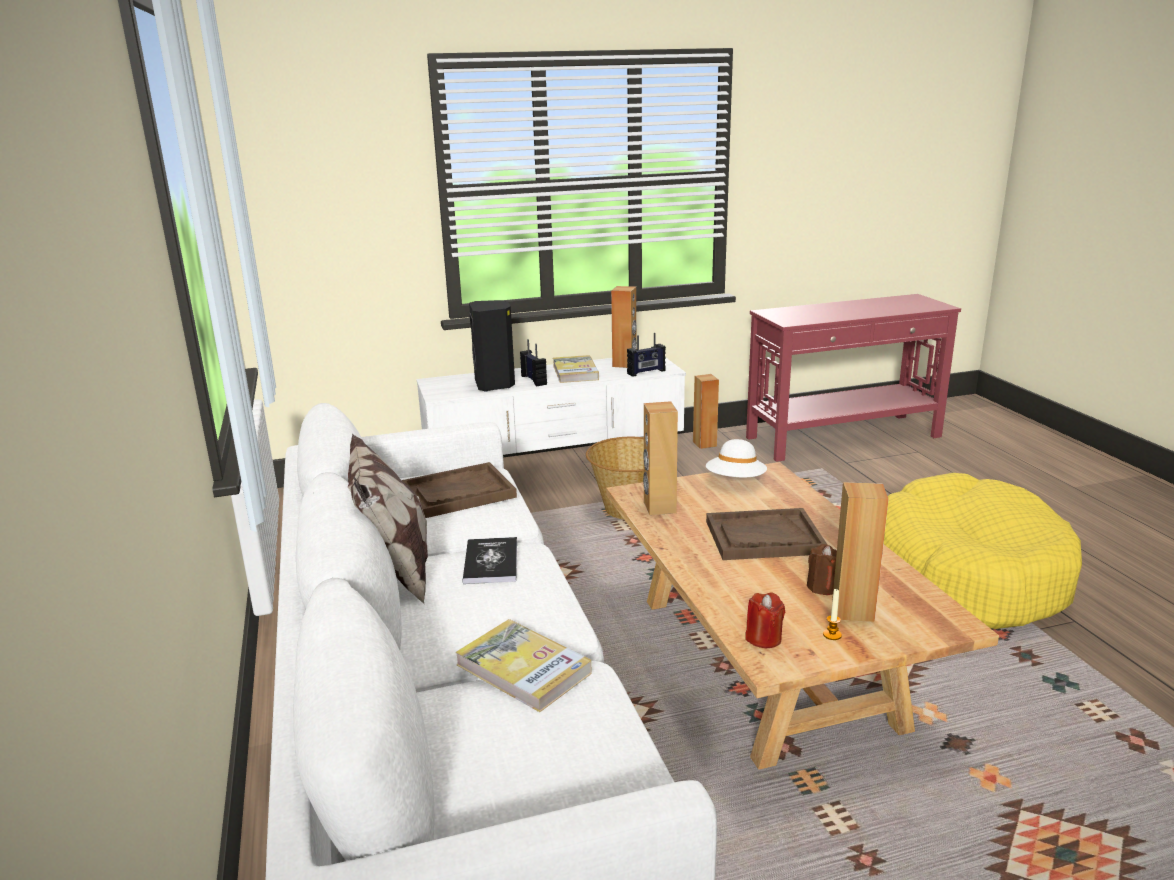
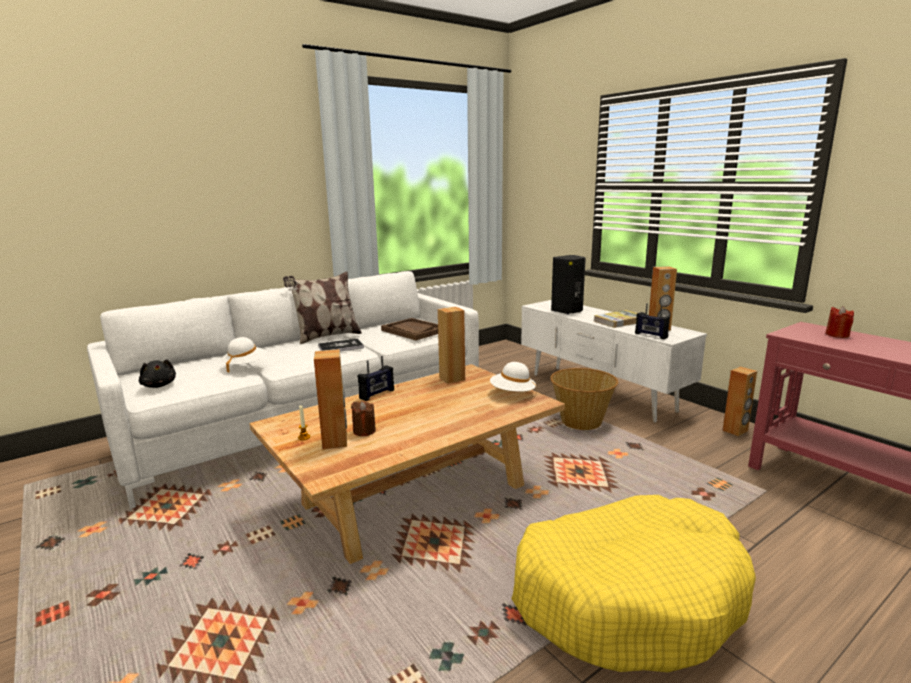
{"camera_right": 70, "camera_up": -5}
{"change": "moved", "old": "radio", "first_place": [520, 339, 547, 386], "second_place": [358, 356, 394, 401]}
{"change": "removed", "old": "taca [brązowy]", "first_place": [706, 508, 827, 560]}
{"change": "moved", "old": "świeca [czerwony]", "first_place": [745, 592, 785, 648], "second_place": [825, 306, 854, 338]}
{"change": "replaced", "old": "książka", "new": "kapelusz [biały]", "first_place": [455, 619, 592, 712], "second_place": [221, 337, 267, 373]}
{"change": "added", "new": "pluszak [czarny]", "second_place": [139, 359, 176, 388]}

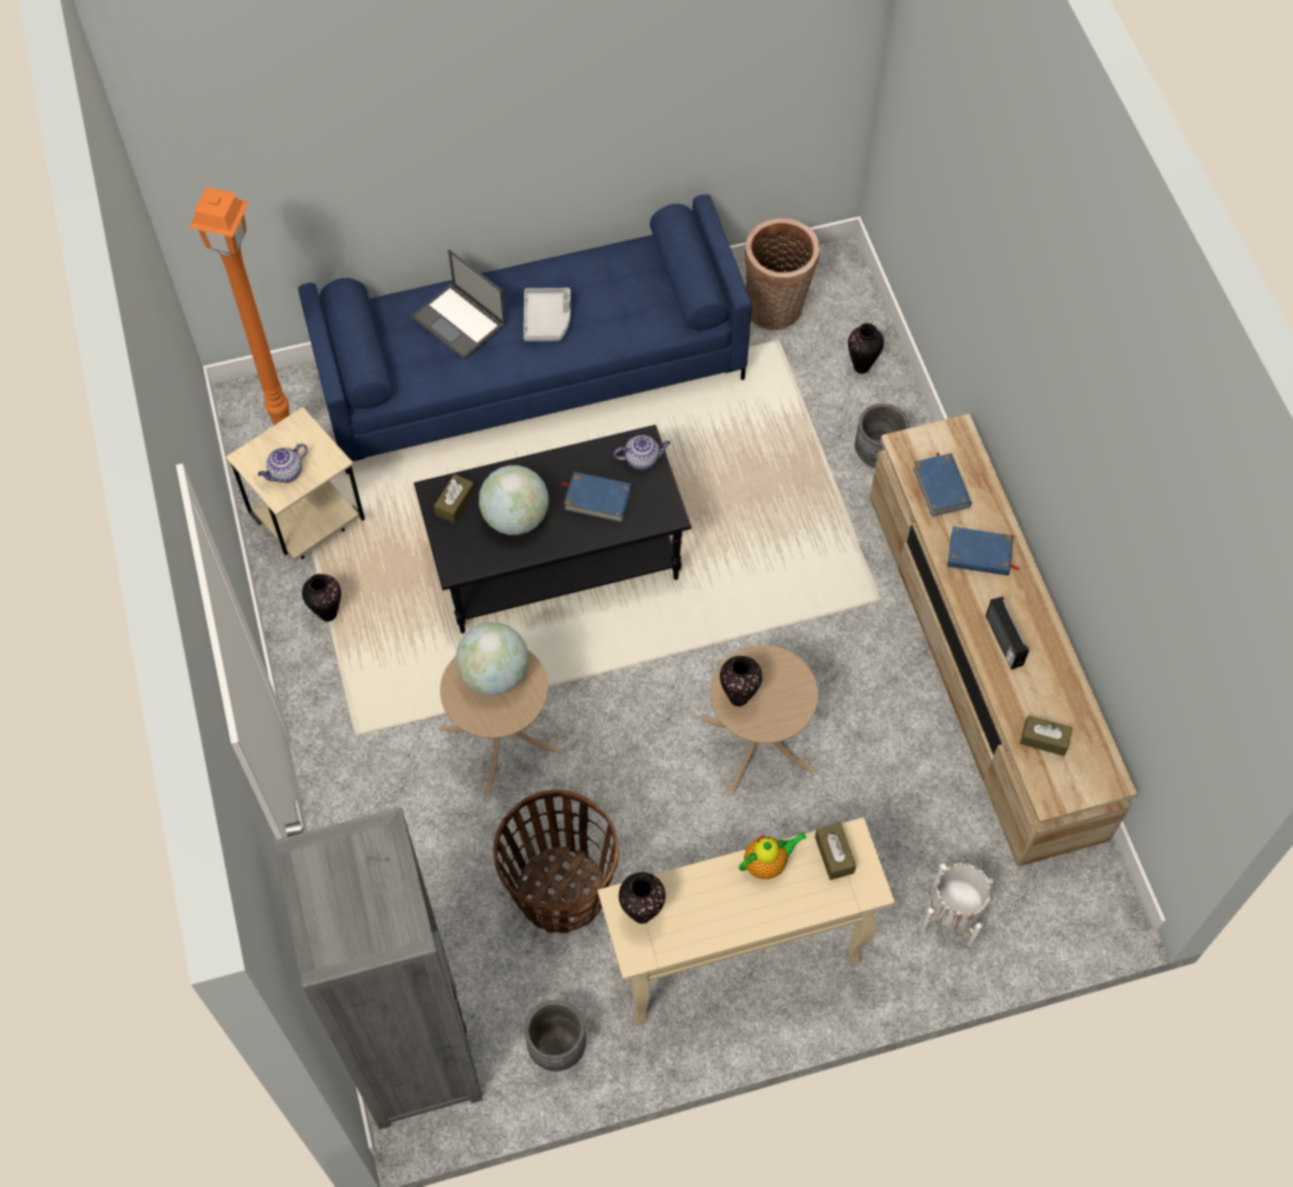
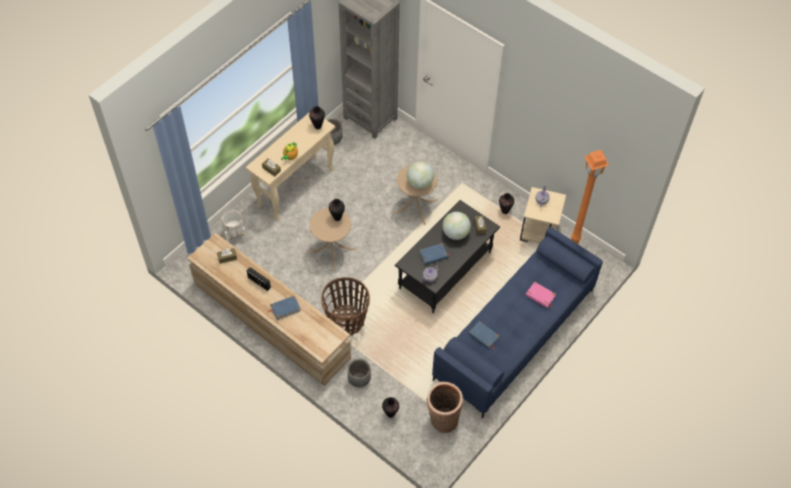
{"camera_right": 145, "camera_up": -5}
{"change": "replaced", "old": "laptop", "new": "książka [różowy]", "first_place": [411, 249, 506, 360], "second_place": [526, 282, 556, 308]}
{"change": "removed", "old": "taca [szary]", "first_place": [524, 288, 571, 341]}
{"change": "moved", "old": "książka [niebieski]", "first_place": [913, 452, 972, 517], "second_place": [468, 321, 499, 349]}
{"change": "moved", "old": "koszyk", "first_place": [493, 790, 619, 933], "second_place": [321, 277, 370, 335]}

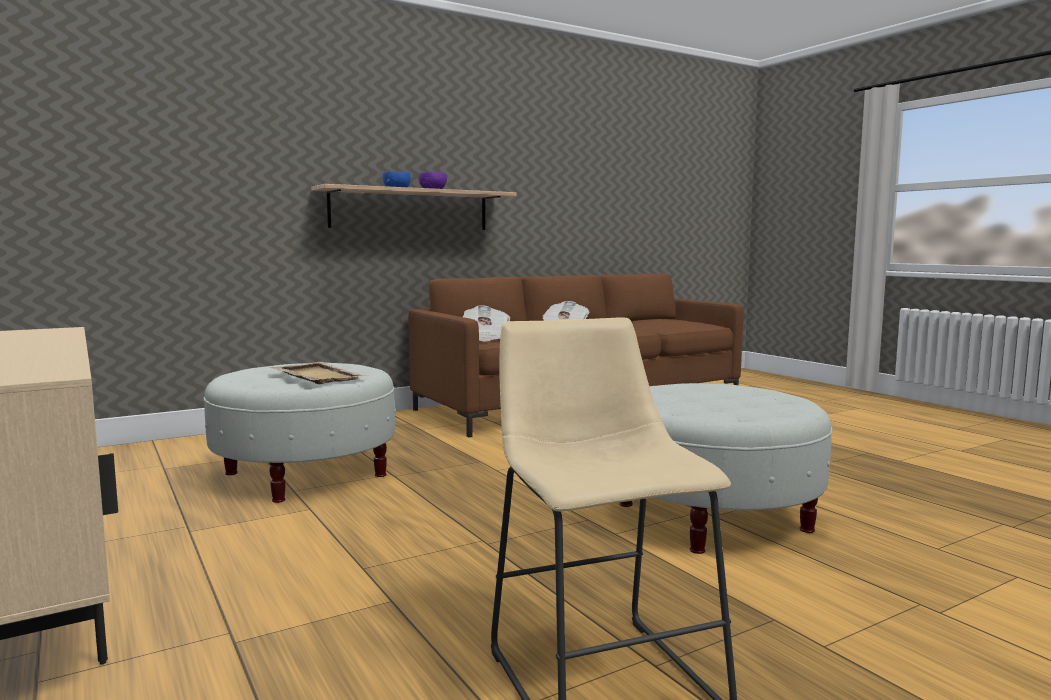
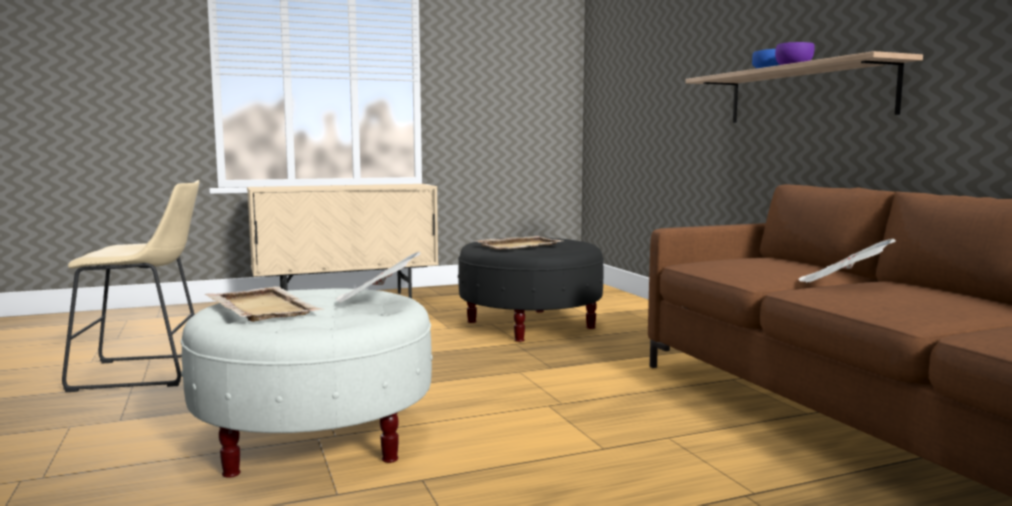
{"camera_right": 100, "camera_up": 0}
{"change": "moved", "old": "gazeta", "first_place": [463, 305, 510, 341], "second_place": [336, 252, 420, 302]}
{"change": "recoloured", "old": "pufa [biały]", "new": "pufa [czarny]", "first_place": [204, 363, 396, 503], "second_place": [458, 237, 604, 342]}
{"change": "added", "new": "taca [beżowy]", "second_place": [205, 286, 324, 322]}

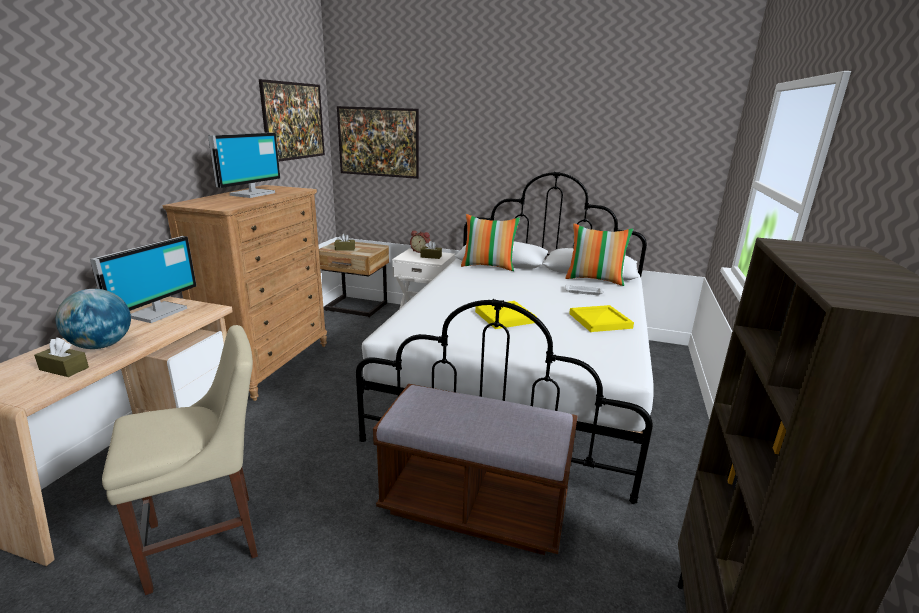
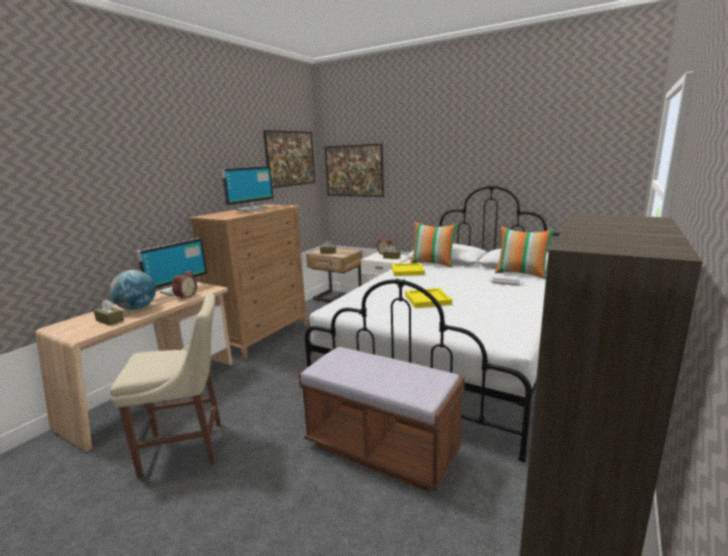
{"camera_right": 15, "camera_up": -5}
{"change": "moved", "old": "taca [żółty]", "first_place": [569, 305, 634, 332], "second_place": [392, 263, 425, 276]}
{"change": "added", "new": "budzik", "second_place": [172, 270, 197, 300]}

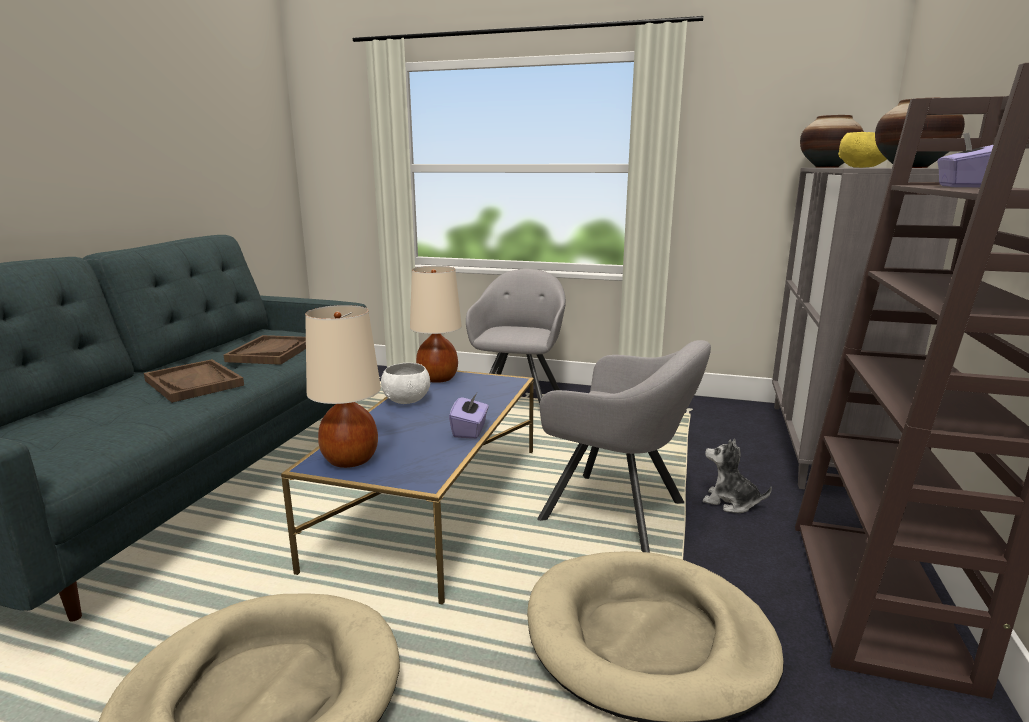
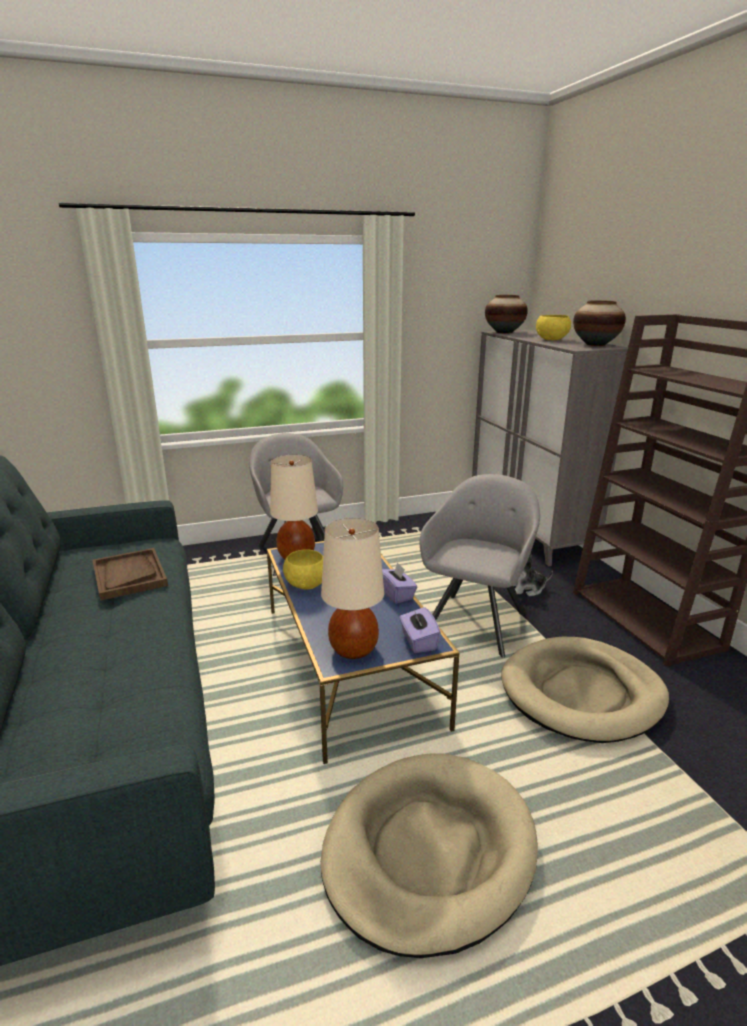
{"camera_right": -35, "camera_up": 5}
{"change": "moved", "old": "pudełko chusteczek [fioletowy]", "first_place": [937, 133, 993, 187], "second_place": [399, 607, 441, 653]}
{"change": "turned", "old": "fotel [szary]", "first_place": [537, 340, 711, 552], "second_place": [419, 474, 540, 658], "degrees": -60}
{"change": "removed", "old": "taca [brązowy]", "first_place": [144, 359, 244, 403]}
{"change": "recoloured", "old": "miska [biały]", "new": "miska [żółty]", "first_place": [381, 363, 430, 404], "second_place": [283, 549, 323, 589]}

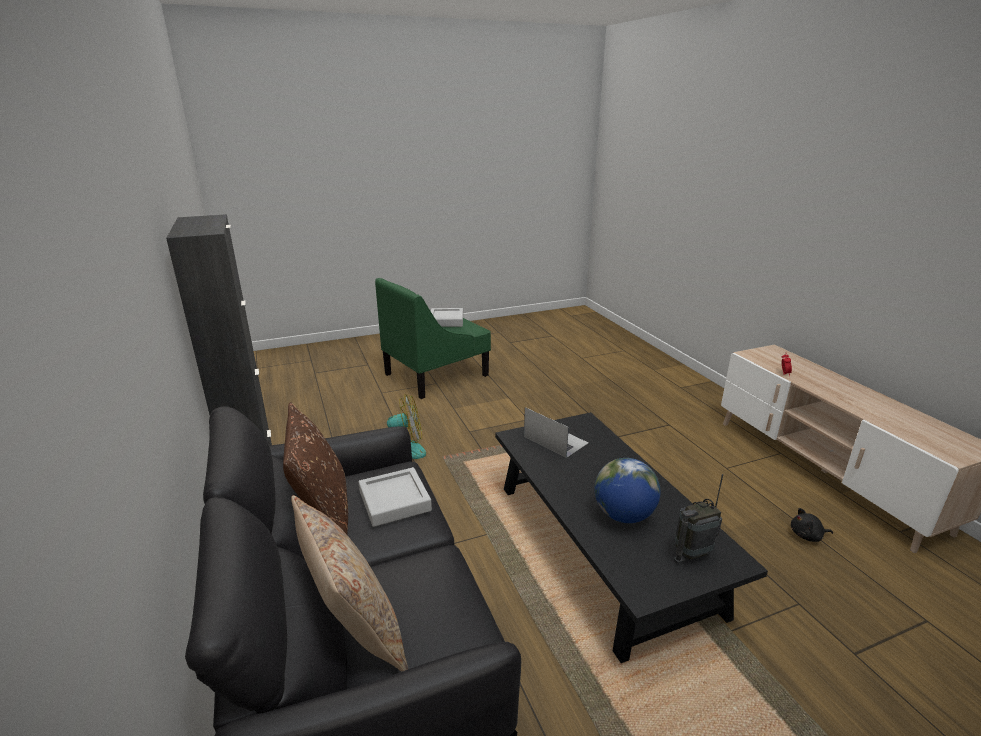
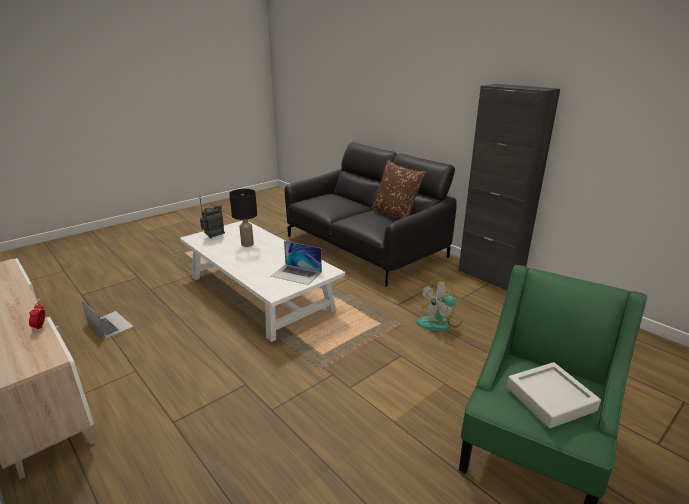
{"camera_right": 160, "camera_up": 0}
{"change": "recoloured", "old": "ława [czarny]", "new": "ława [biały]", "first_place": [495, 412, 768, 663], "second_place": [180, 220, 345, 342]}
{"change": "replaced", "old": "globus", "new": "lampa stołowa [czarny]", "first_place": [595, 458, 660, 523], "second_place": [229, 189, 257, 247]}
{"change": "removed", "old": "taca [szary]", "first_place": [359, 467, 432, 527]}
{"change": "removed", "old": "poduszka [beżowy]", "first_place": [291, 495, 408, 672]}
{"change": "replaced", "old": "pluszak [czarny]", "new": "laptop", "first_place": [791, 508, 833, 542], "second_place": [82, 301, 134, 339]}

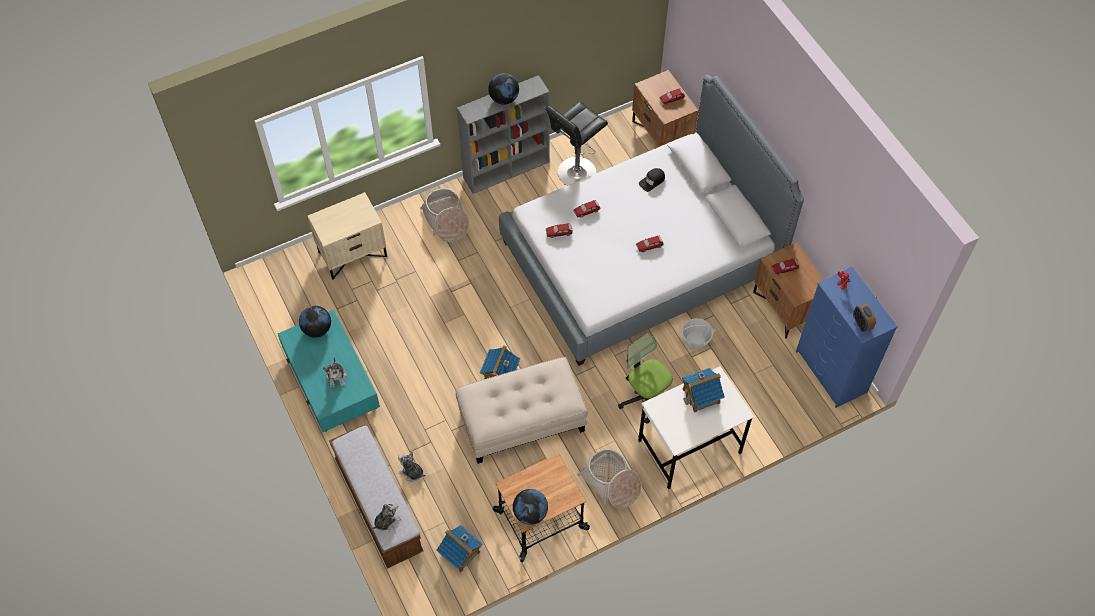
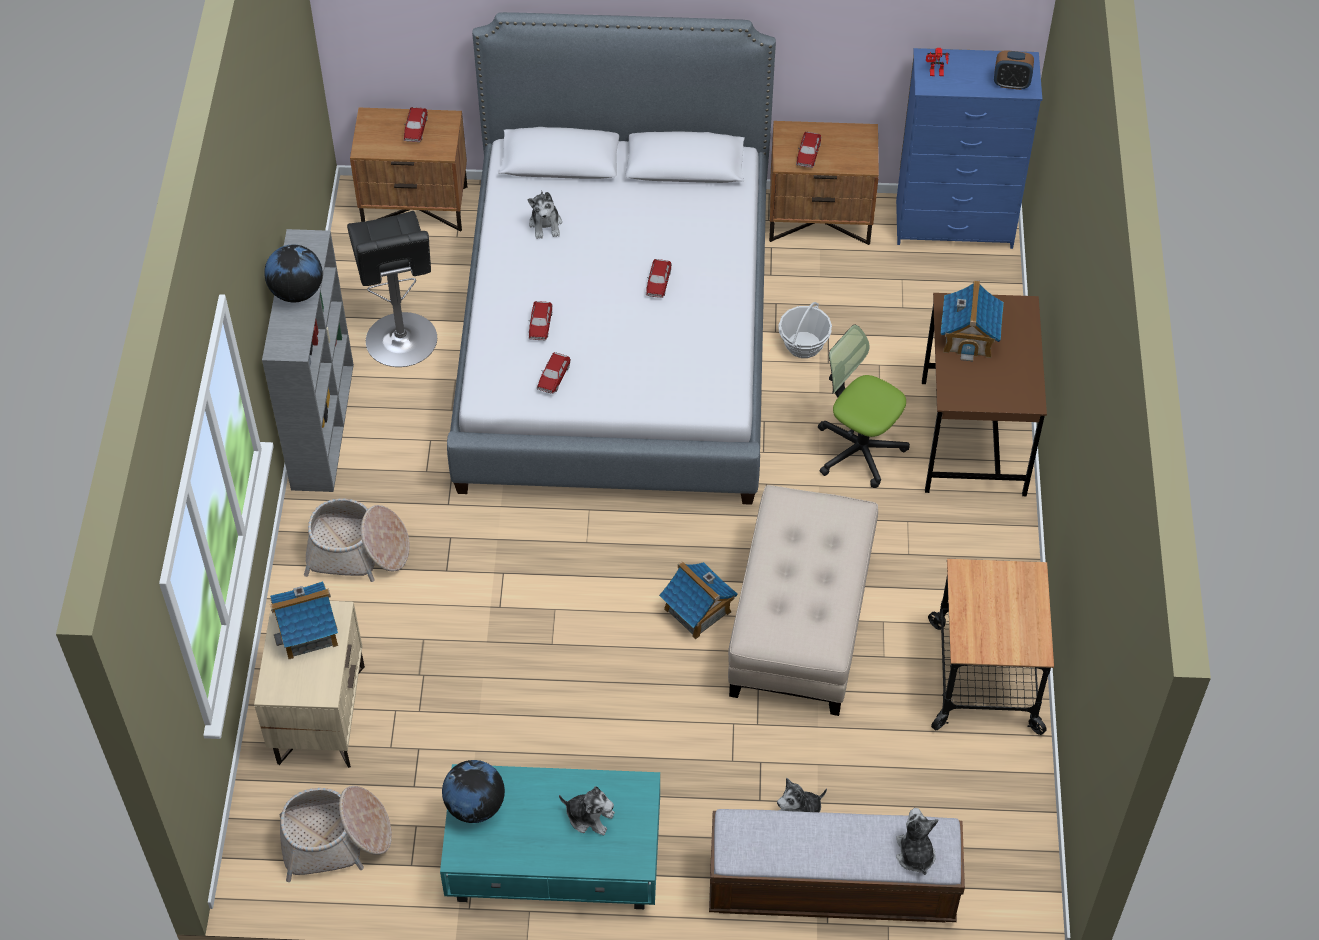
{"camera_right": -60, "camera_up": -5}
{"change": "replaced", "old": "czapka z daszkiem [czarny]", "new": "pluszak", "first_place": [639, 168, 665, 192], "second_place": [527, 191, 562, 239]}
{"change": "turned", "old": "krzesło biurowe", "first_place": [618, 333, 673, 423], "second_place": [818, 325, 910, 488], "degrees": 45}
{"change": "recoloured", "old": "biurko [biały]", "new": "biurko [brązowy]", "first_place": [638, 366, 754, 489], "second_place": [922, 293, 1047, 496]}
{"change": "moved", "old": "koszyk", "first_place": [578, 449, 642, 509], "second_place": [280, 786, 392, 882]}
{"change": "removed", "old": "globus", "first_place": [513, 489, 548, 525]}
{"change": "moved", "old": "domek", "first_place": [436, 525, 483, 572], "second_place": [270, 581, 338, 659]}

